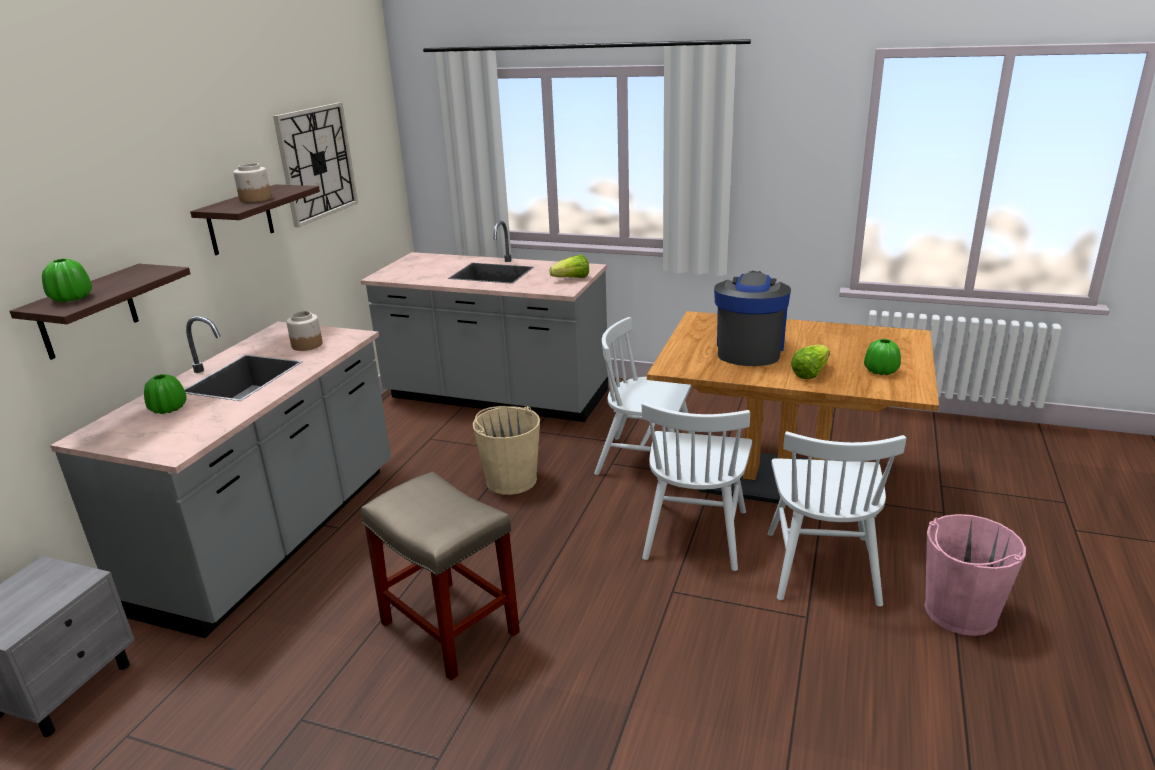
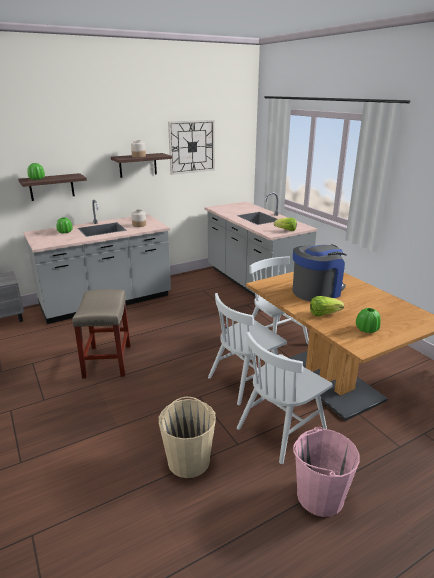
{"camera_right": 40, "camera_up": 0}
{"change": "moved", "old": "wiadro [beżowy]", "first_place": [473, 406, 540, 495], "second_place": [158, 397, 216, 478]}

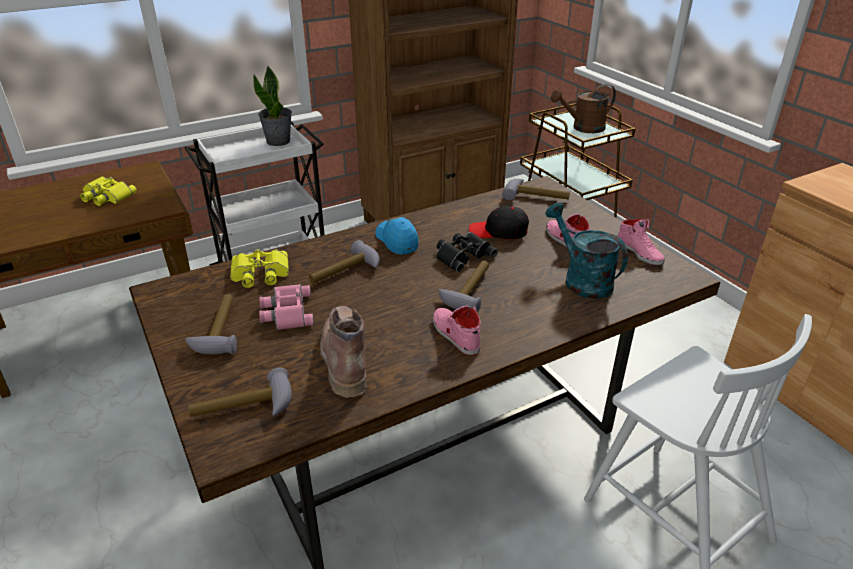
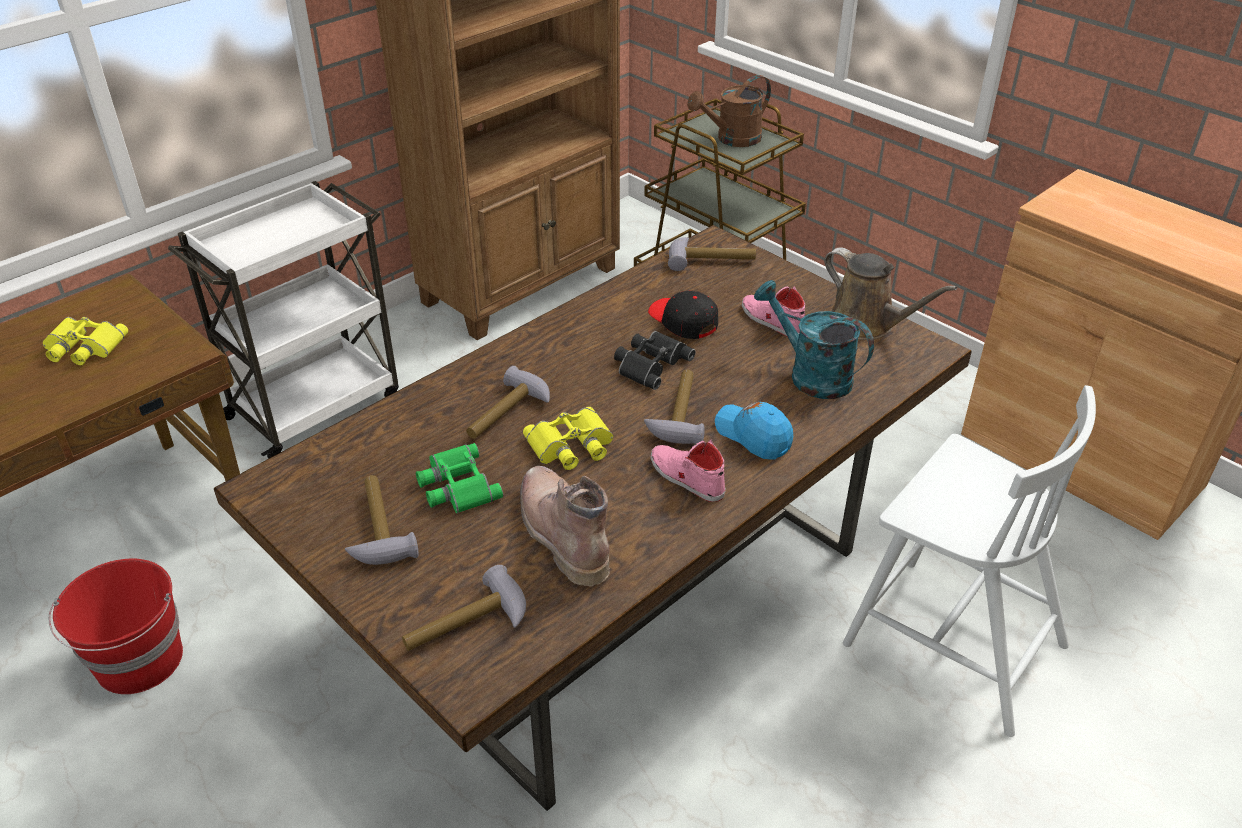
{"camera_right": -15, "camera_up": 5}
{"change": "removed", "old": "roślina doniczkowa", "first_place": [253, 66, 292, 146]}
{"change": "turned", "old": "czapka z daszkiem [czarny]", "first_place": [469, 206, 529, 239], "second_place": [648, 290, 718, 339], "degrees": 60}
{"change": "moved", "old": "czapka z daszkiem [niebieski]", "first_place": [376, 217, 419, 255], "second_place": [715, 402, 793, 459]}
{"change": "replaced", "old": "but [różowy]", "new": "konewka [brązowy]", "first_place": [618, 219, 665, 265], "second_place": [824, 247, 957, 340]}
{"change": "moved", "old": "lornetka [żółty]", "first_place": [230, 249, 289, 288], "second_place": [523, 407, 613, 470]}
{"change": "recoloured", "old": "lornetka [różowy]", "new": "lornetka [zielony]", "first_place": [259, 284, 314, 330], "second_place": [416, 443, 503, 513]}
{"change": "added", "new": "wiadro [czerwony]", "second_place": [49, 559, 183, 694]}

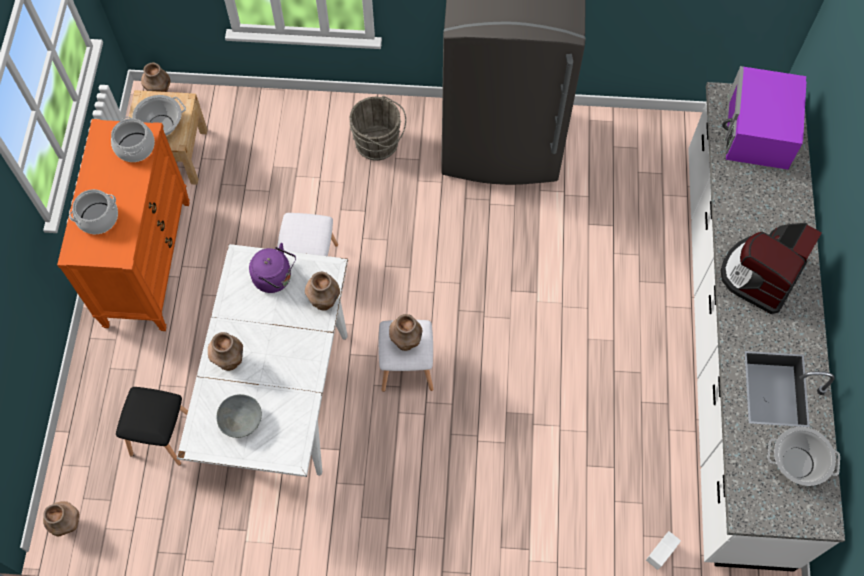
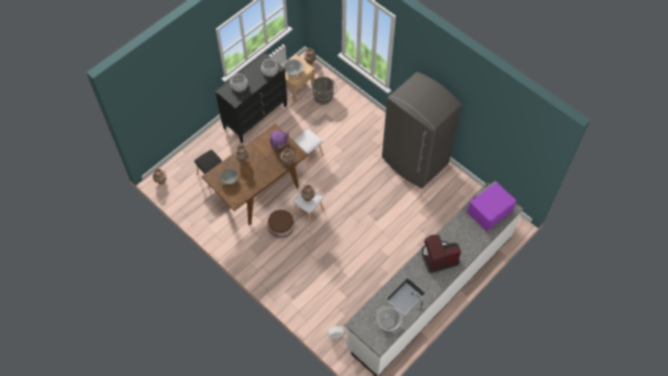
{"camera_right": 40, "camera_up": -5}
{"change": "moved", "old": "wiadro [szary]", "first_place": [349, 96, 406, 161], "second_place": [312, 76, 337, 105]}
{"change": "recoloured", "old": "komoda [pomarańczowy]", "new": "komoda [czarny]", "first_place": [57, 119, 190, 331], "second_place": [215, 53, 288, 143]}
{"change": "recoloured", "old": "stół jadalny [biały]", "new": "stół jadalny [brązowy]", "first_place": [177, 244, 348, 477], "second_place": [201, 124, 308, 225]}
{"change": "added", "new": "wiadro [brązowy]", "second_place": [267, 210, 294, 238]}

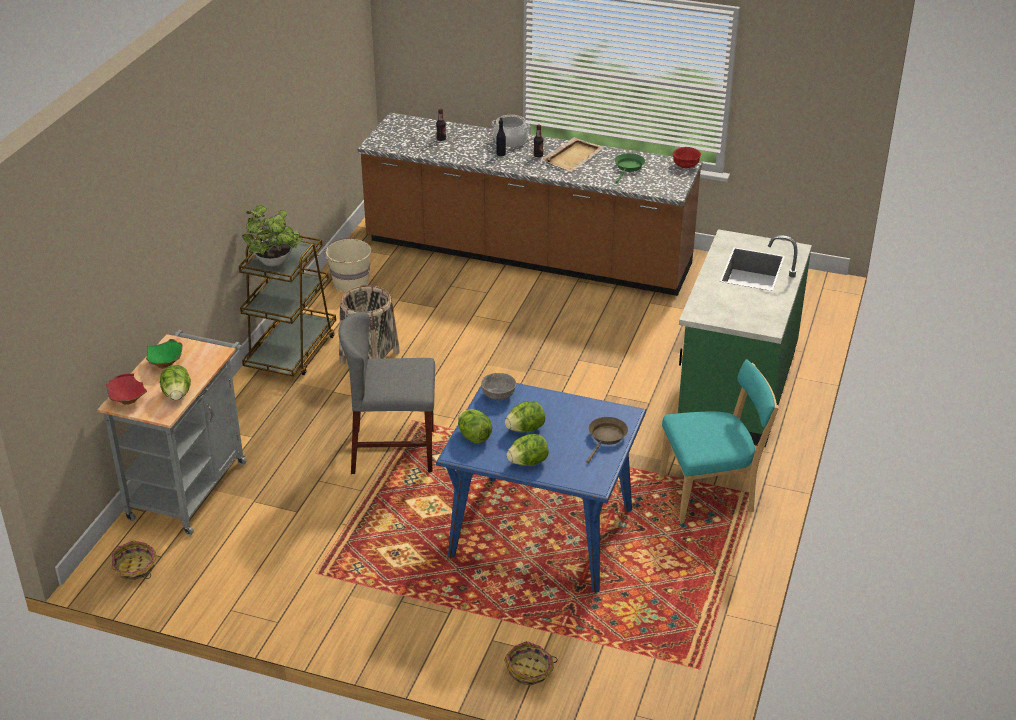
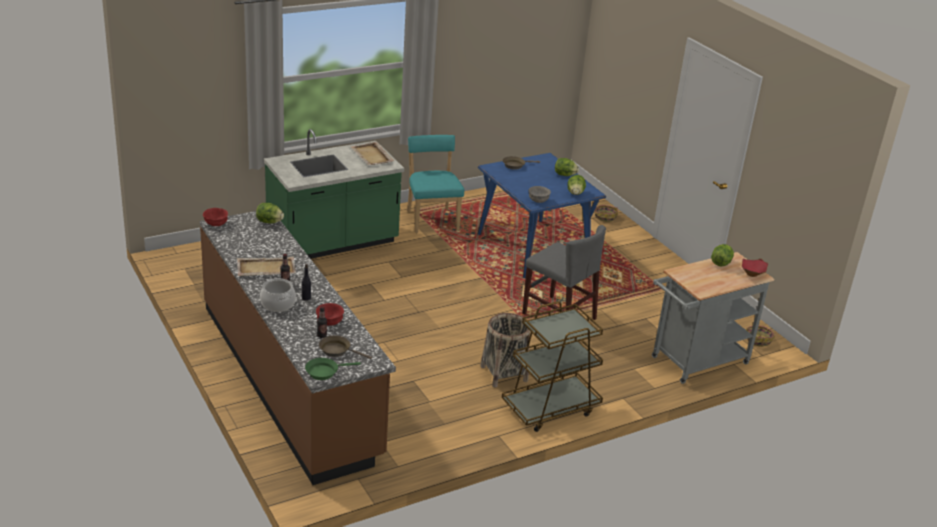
{"camera_right": -140, "camera_up": -5}
{"change": "moved", "old": "patelnia [zielony]", "first_place": [614, 153, 645, 183], "second_place": [305, 358, 361, 380]}
{"change": "removed", "old": "roślina doniczkowa", "first_place": [242, 205, 303, 266]}
{"change": "removed", "old": "wiadro [beżowy]", "first_place": [324, 238, 371, 292]}
{"change": "removed", "old": "miska [zielony]", "first_place": [146, 339, 183, 369]}
{"change": "turned", "old": "krzesło [turkusowy]", "first_place": [659, 360, 779, 523], "second_place": [407, 135, 464, 233], "degrees": 45}
{"change": "moved", "old": "sałata", "first_place": [505, 401, 545, 432], "second_place": [256, 203, 284, 224]}
{"change": "added", "new": "taca [beżowy]", "second_place": [350, 142, 394, 165]}
{"change": "added", "new": "miska [czerwony]", "second_place": [316, 303, 344, 326]}
{"change": "added", "new": "patelnia [brązowy]", "second_place": [319, 335, 372, 359]}

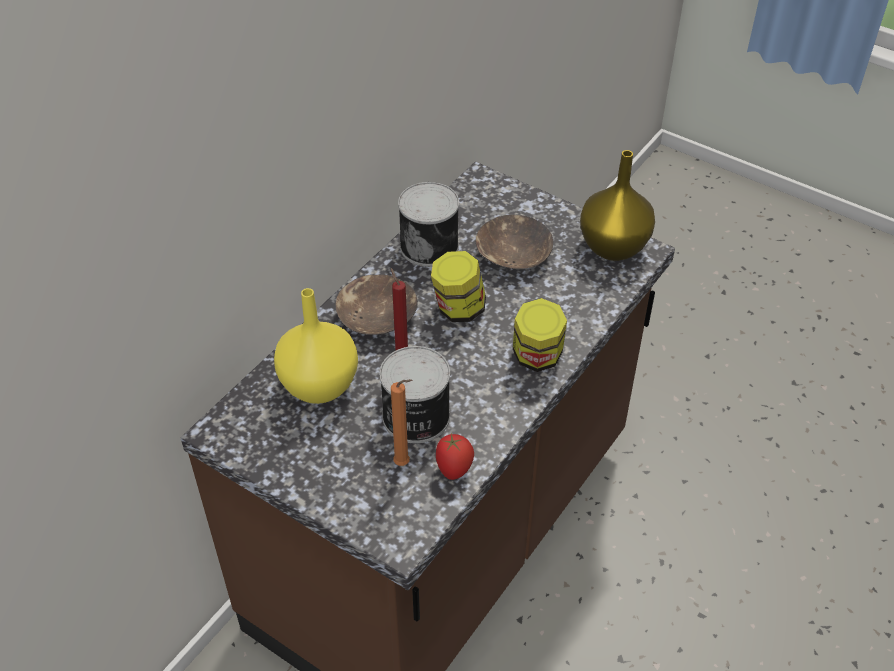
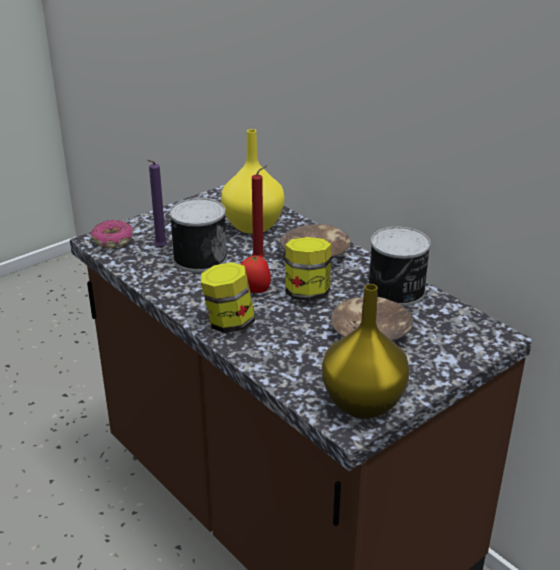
{"camera_right": 105, "camera_up": -15}
{"change": "recoloured", "old": "świeca [pomarańczowy]", "new": "świeca [fioletowy]", "first_place": [391, 379, 412, 466], "second_place": [147, 160, 167, 248]}
{"change": "moved", "old": "pomidor", "first_place": [436, 433, 474, 480], "second_place": [240, 256, 271, 293]}
{"change": "added", "new": "donut", "second_place": [91, 220, 133, 248]}

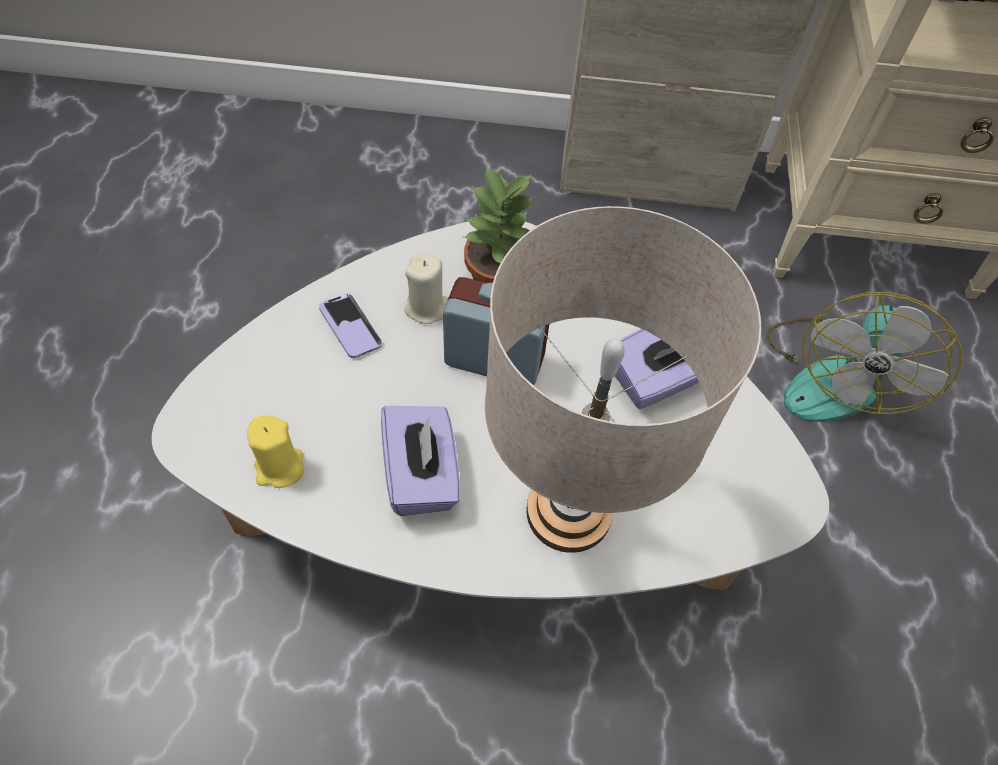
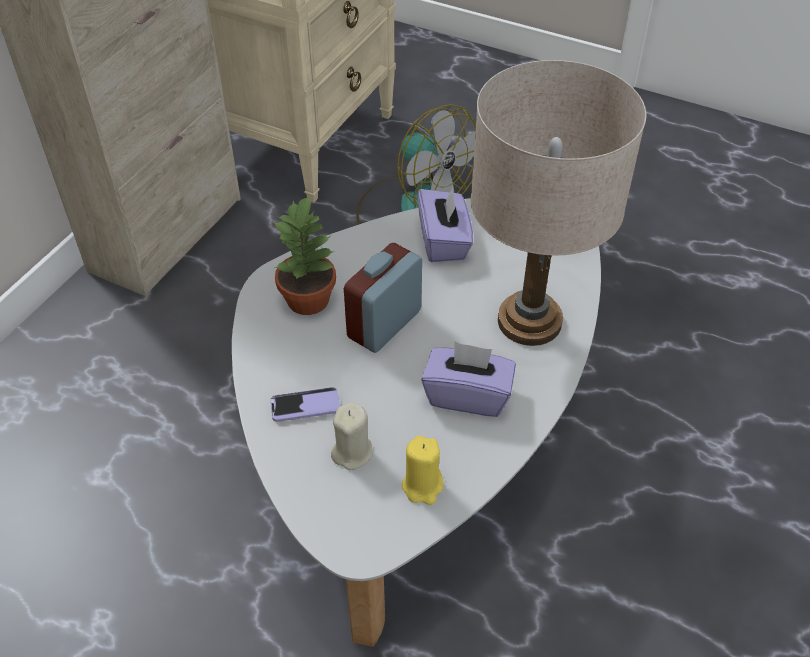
{"camera_right": -65, "camera_up": -10}
{"change": "moved", "old": "świeca [beżowy]", "first_place": [404, 254, 448, 324], "second_place": [331, 402, 373, 470]}

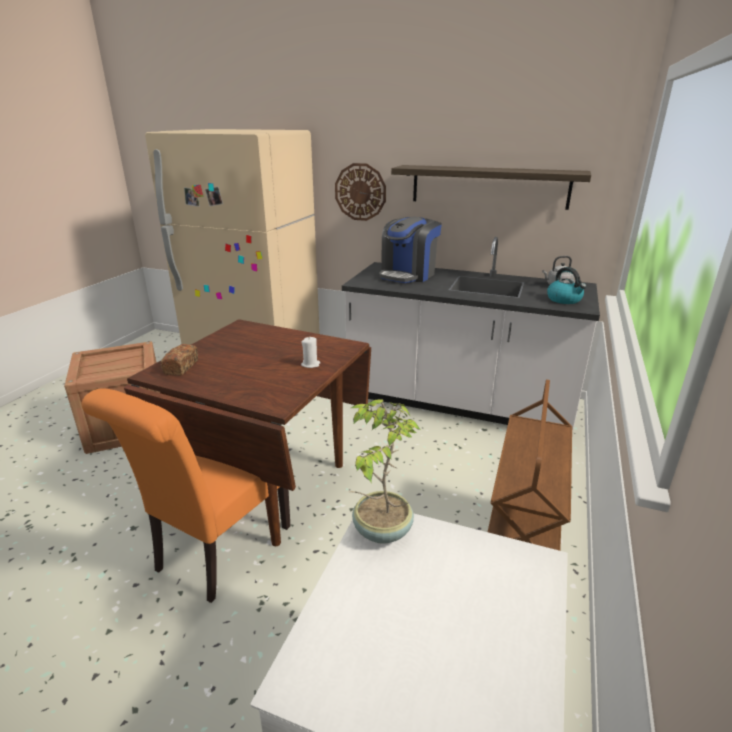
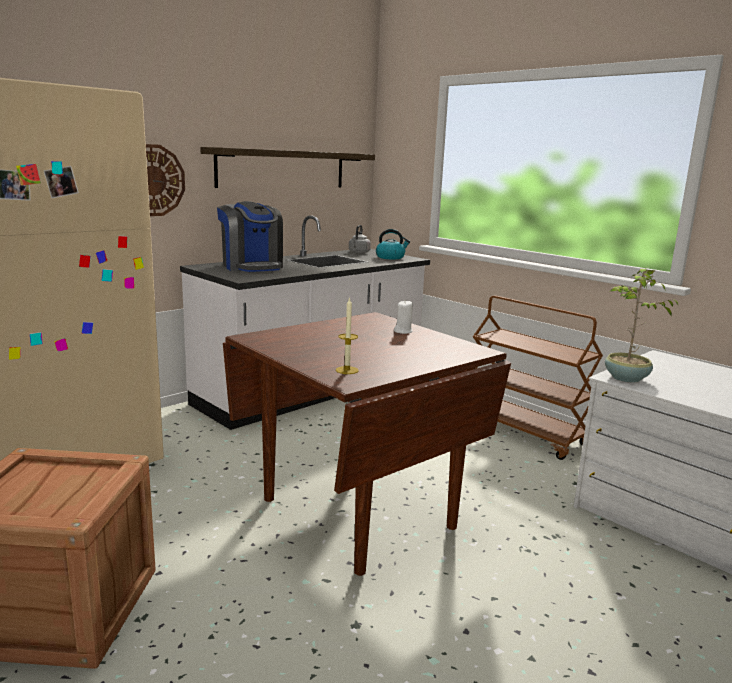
{"camera_right": -65, "camera_up": -10}
{"change": "replaced", "old": "chleb", "new": "świeca", "first_place": [161, 344, 198, 376], "second_place": [336, 297, 359, 374]}
{"change": "removed", "old": "krzesło [pomarańczowy]", "first_place": [82, 388, 290, 603]}

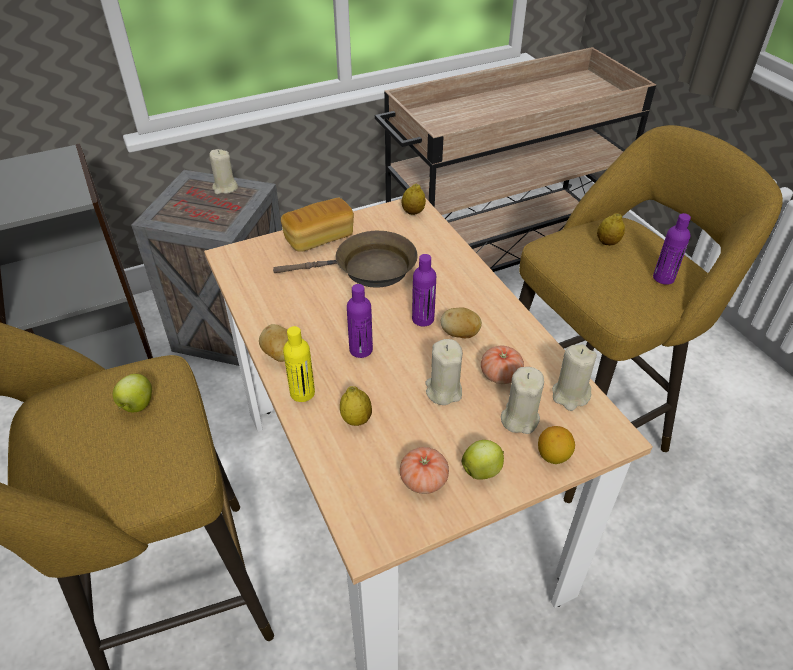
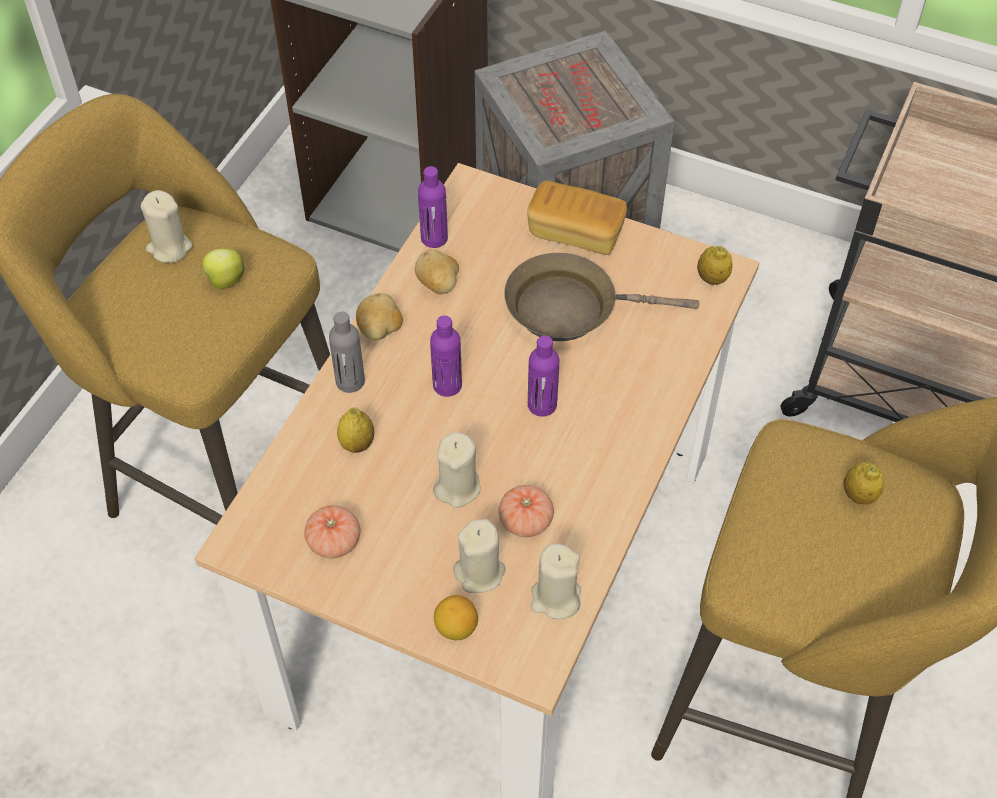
{"camera_right": 50, "camera_up": 10}
{"change": "moved", "old": "świeca [beżowy]", "first_place": [209, 149, 238, 194], "second_place": [141, 190, 193, 263]}
{"change": "moved", "old": "butelka [fioletowy]", "first_place": [653, 213, 691, 285], "second_place": [418, 166, 448, 248]}
{"change": "turned", "old": "patelnia [brązowy]", "first_place": [273, 231, 418, 288], "second_place": [504, 253, 699, 341], "degrees": 135}
{"change": "moved", "old": "ziemniak", "first_place": [441, 307, 482, 338], "second_place": [415, 249, 459, 294]}
{"change": "recoloured", "old": "butelka [żółty]", "new": "butelka [szary]", "first_place": [283, 326, 315, 402], "second_place": [329, 312, 365, 393]}
{"change": "removed", "old": "jabłko", "first_place": [462, 440, 504, 480]}

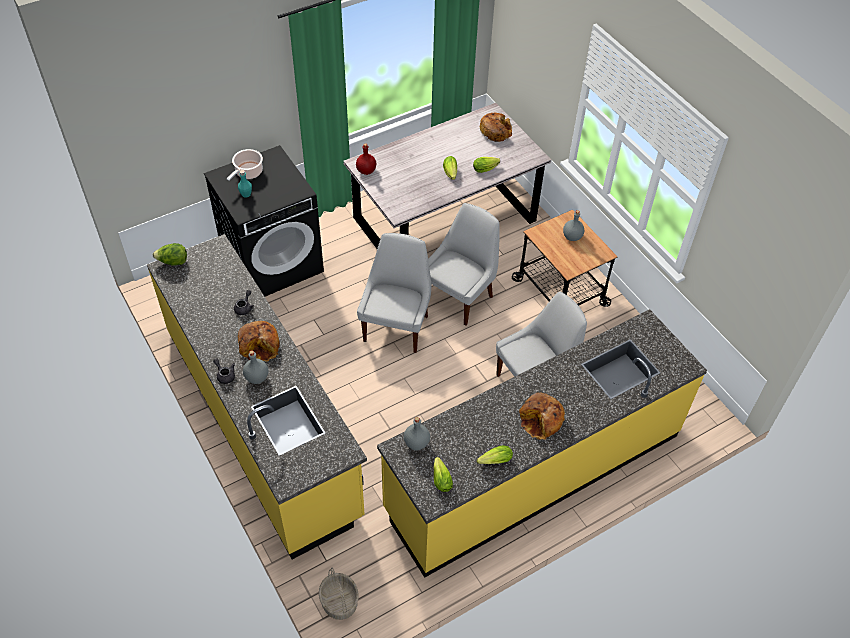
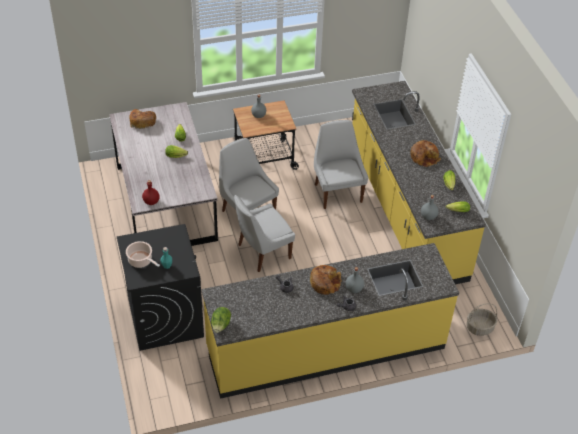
{"camera_right": -75, "camera_up": -5}
{"change": "turned", "old": "krzesło [biały]", "first_place": [357, 233, 431, 353], "second_place": [234, 195, 295, 272], "degrees": -60}

